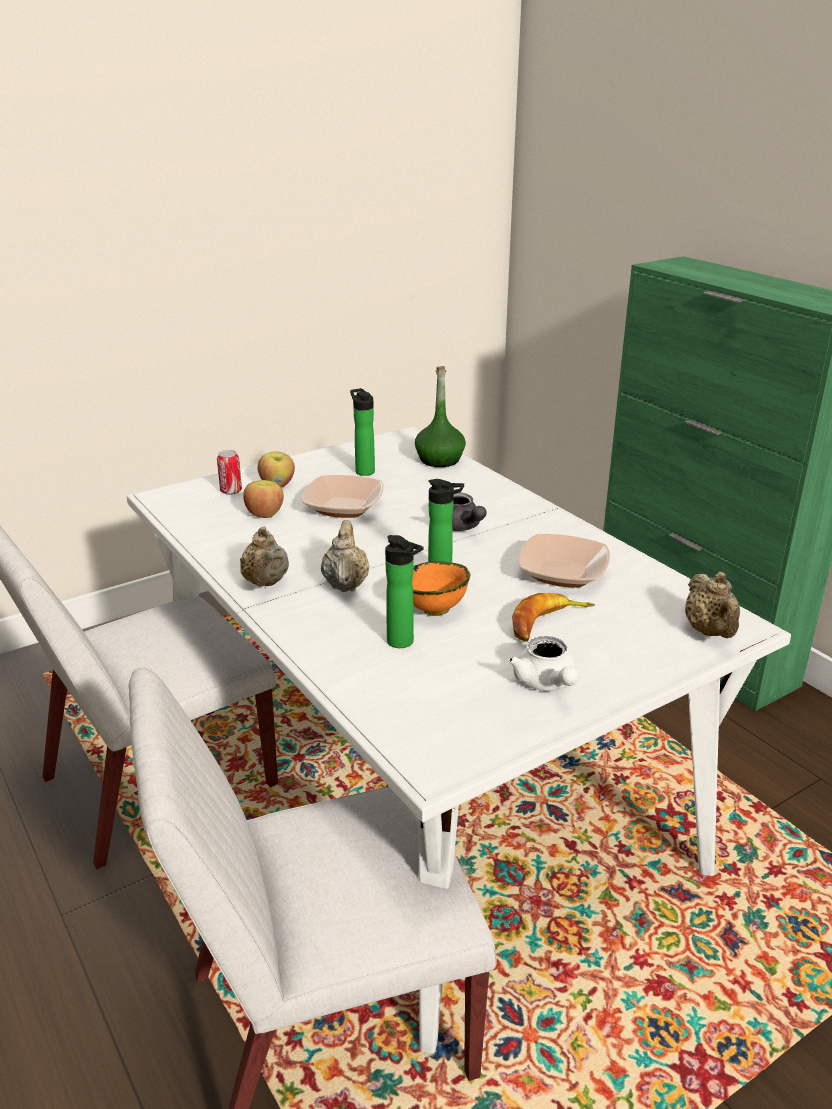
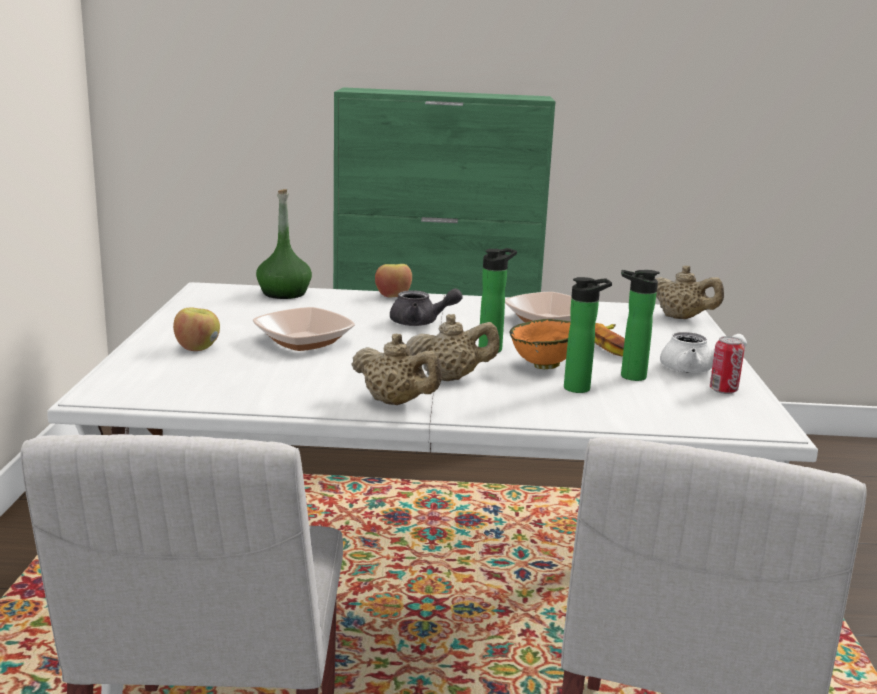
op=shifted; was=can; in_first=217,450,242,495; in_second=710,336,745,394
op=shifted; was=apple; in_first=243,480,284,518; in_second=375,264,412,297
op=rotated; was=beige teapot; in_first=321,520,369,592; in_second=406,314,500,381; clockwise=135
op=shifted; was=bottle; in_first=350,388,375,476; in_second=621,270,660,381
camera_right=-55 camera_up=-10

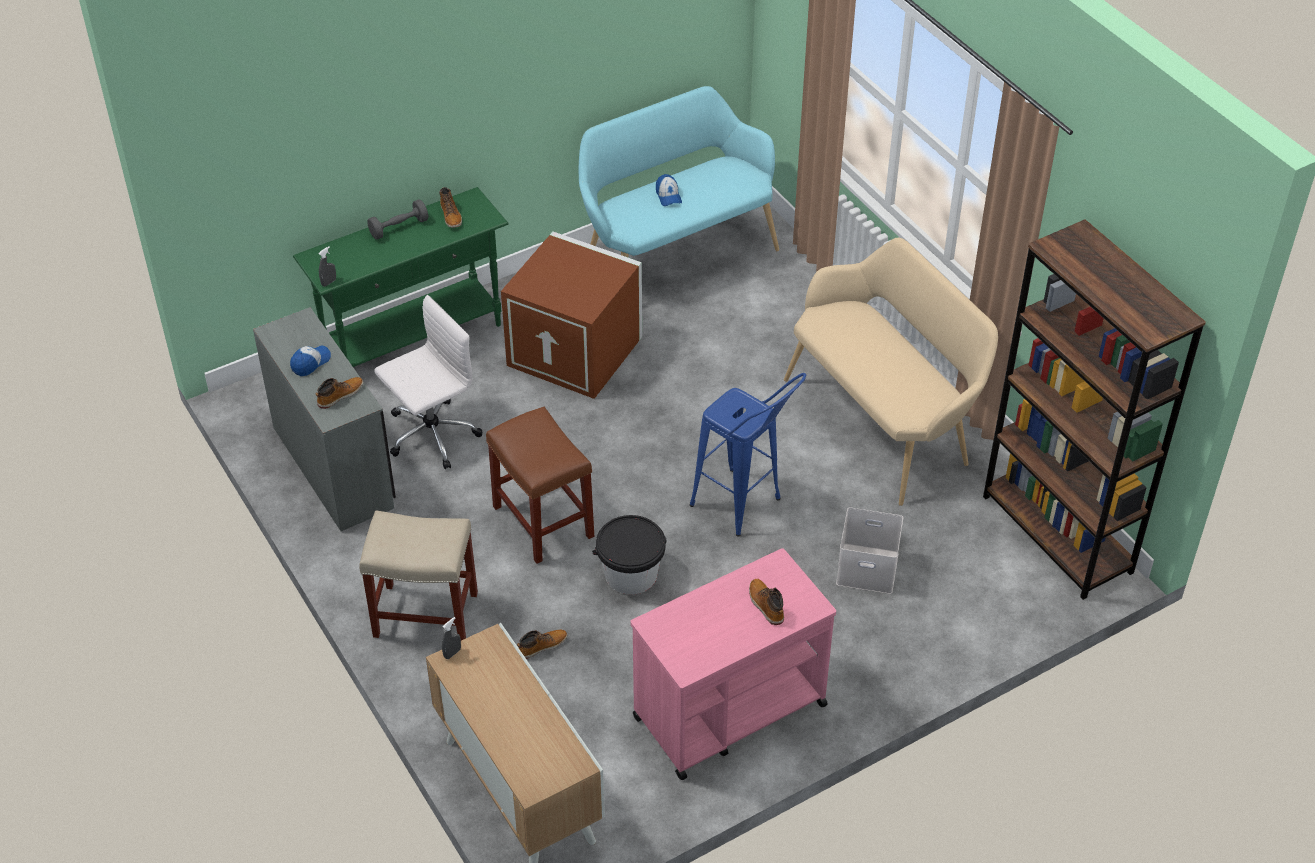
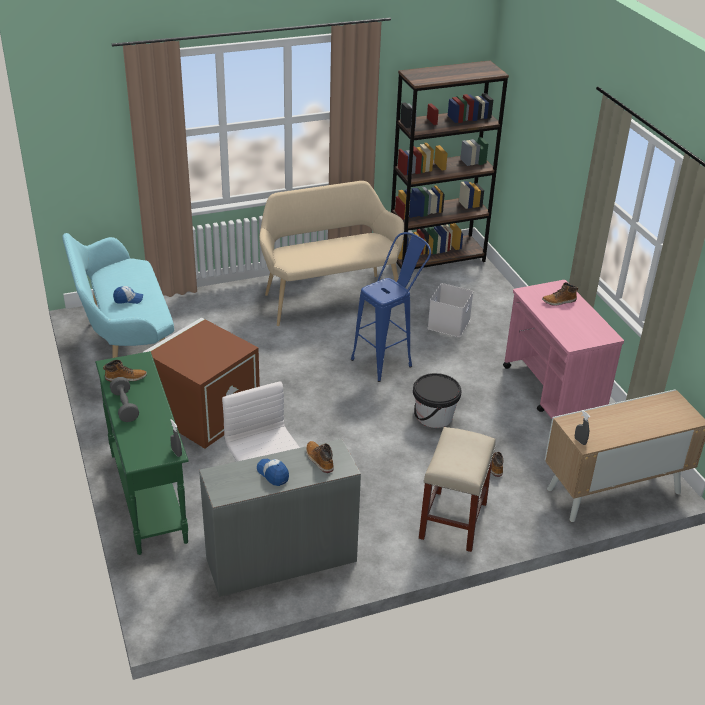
op=gone; was=brown stool; in_first=486,407,594,564
camera_right=-80 camera_up=-10

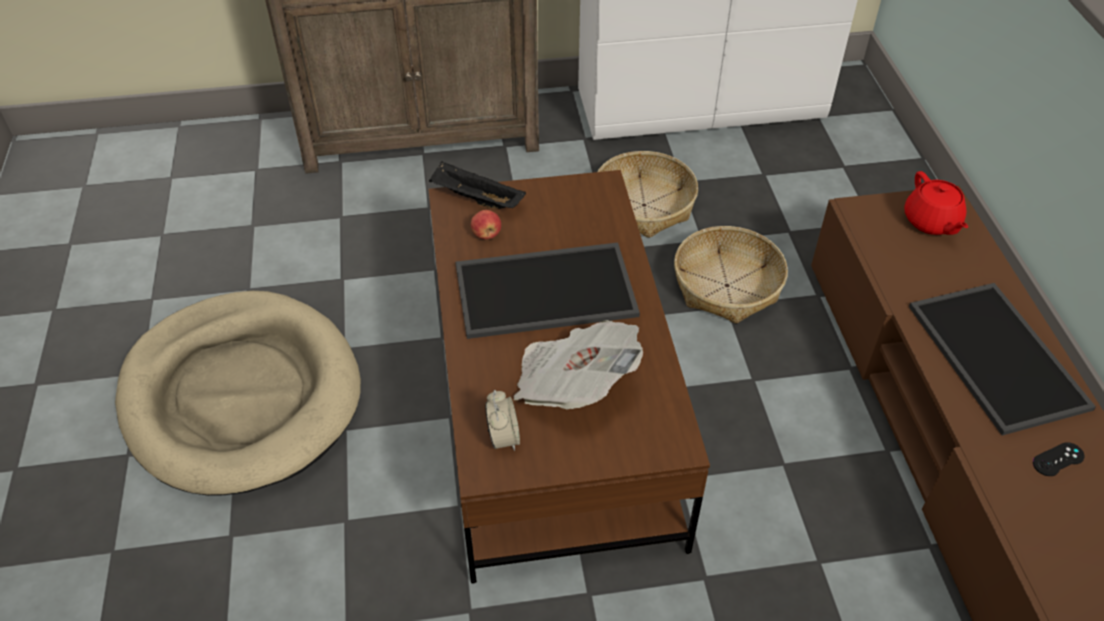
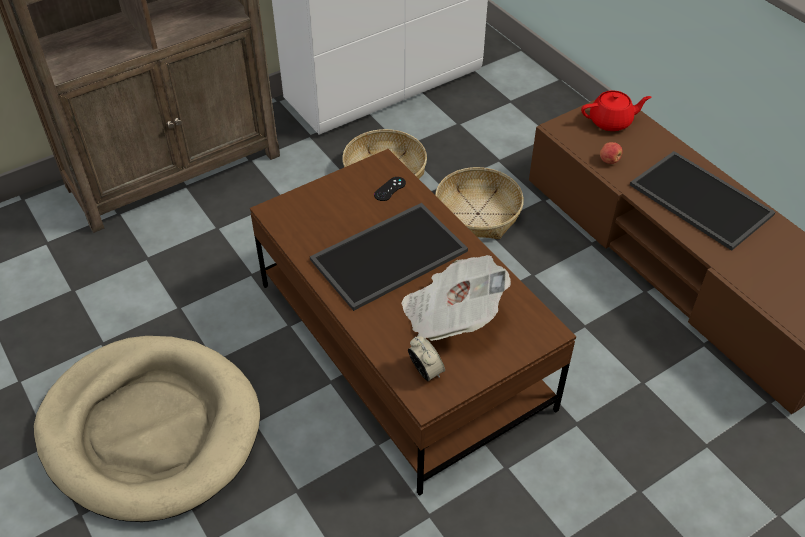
op=gone; was=black tray; in_first=429,161,526,209
op=shifted; was=apple; in_first=471,210,501,239; in_second=600,142,623,164
op=rotated; was=red teapot; in_first=904,171,968,235; in_second=581,91,651,131; clockwise=-60
op=shifted; was=black game controller; in_first=1033,442,1085,476; in_second=374,177,406,201
camera_right=-25 camera_up=0

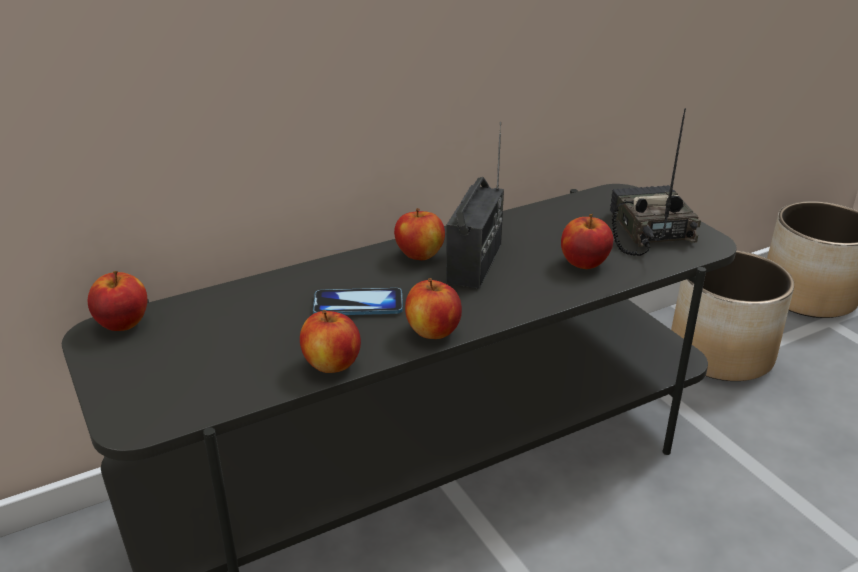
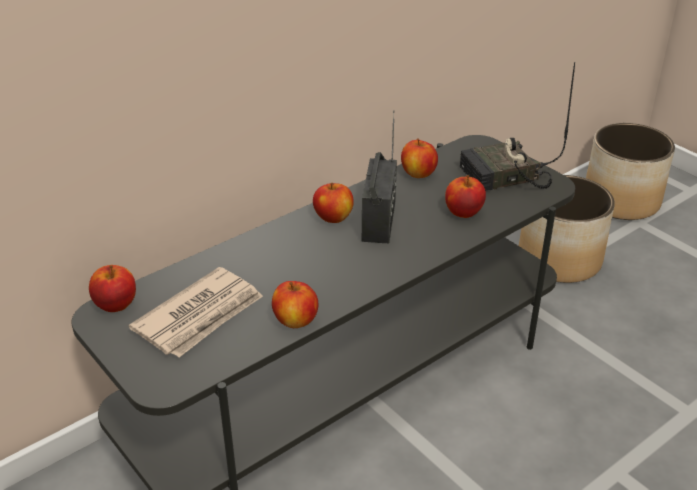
op=gone; was=phone; in_first=313,288,403,315
op=shifted; was=apple; in_first=405,278,462,339; in_second=401,138,438,178
op=rotated; was=radio; in_first=610,108,701,256; in_second=460,62,575,191; clockwise=-90
op=new; now=newspaper; in_second=129,267,263,357
camera_right=-10 camera_up=5

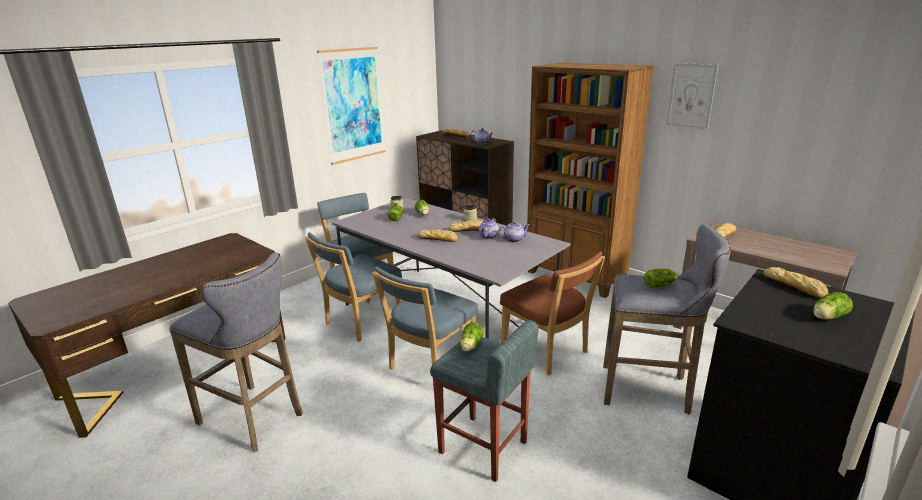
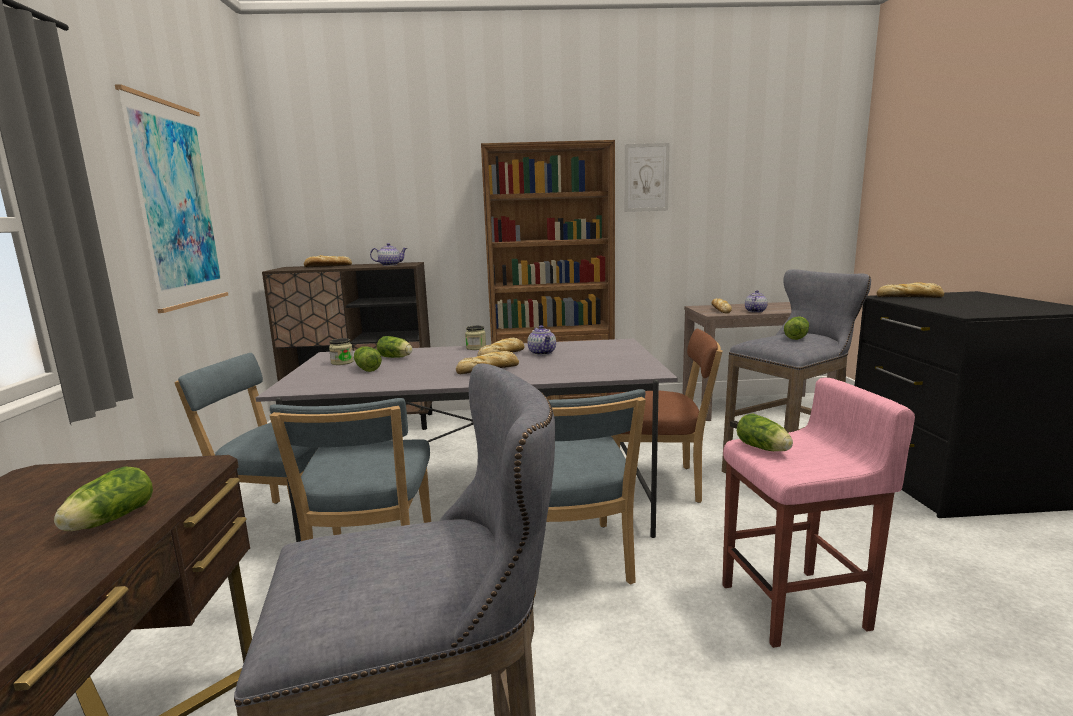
op=repainted; was=grey stool; now=pink stool; in_first=430,320,538,482; in_second=722,378,915,648
op=shifted; was=teapot; in_first=498,221,530,243; in_second=745,290,768,313
op=shifted; was=lettuce; in_first=813,292,853,320; in_second=54,466,153,531
camera_right=-45 camera_up=-10

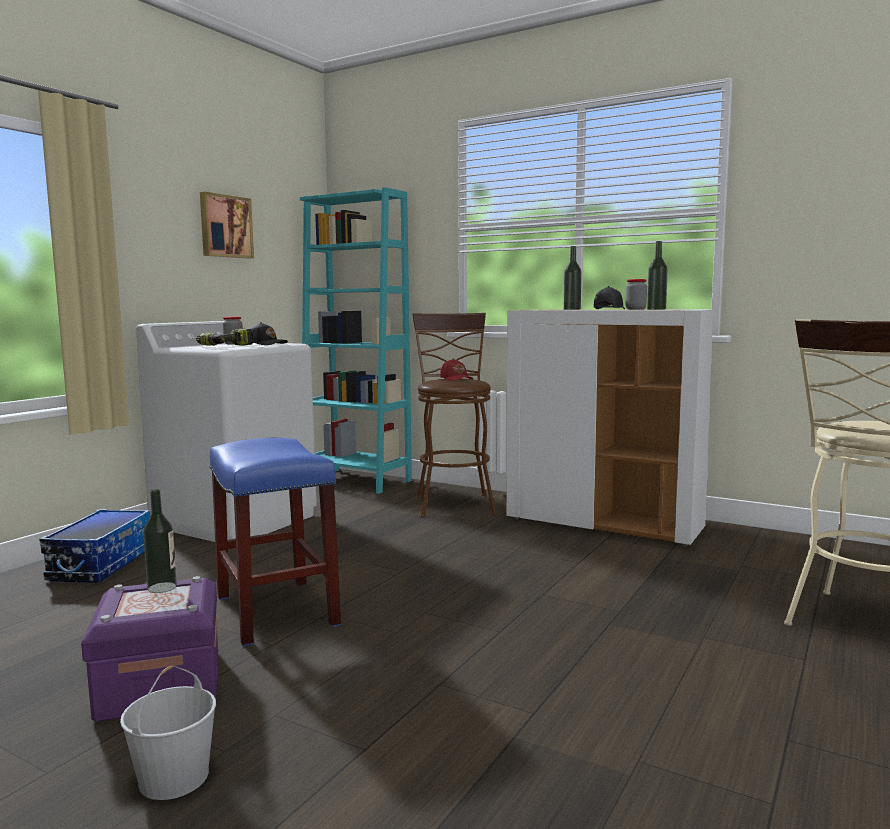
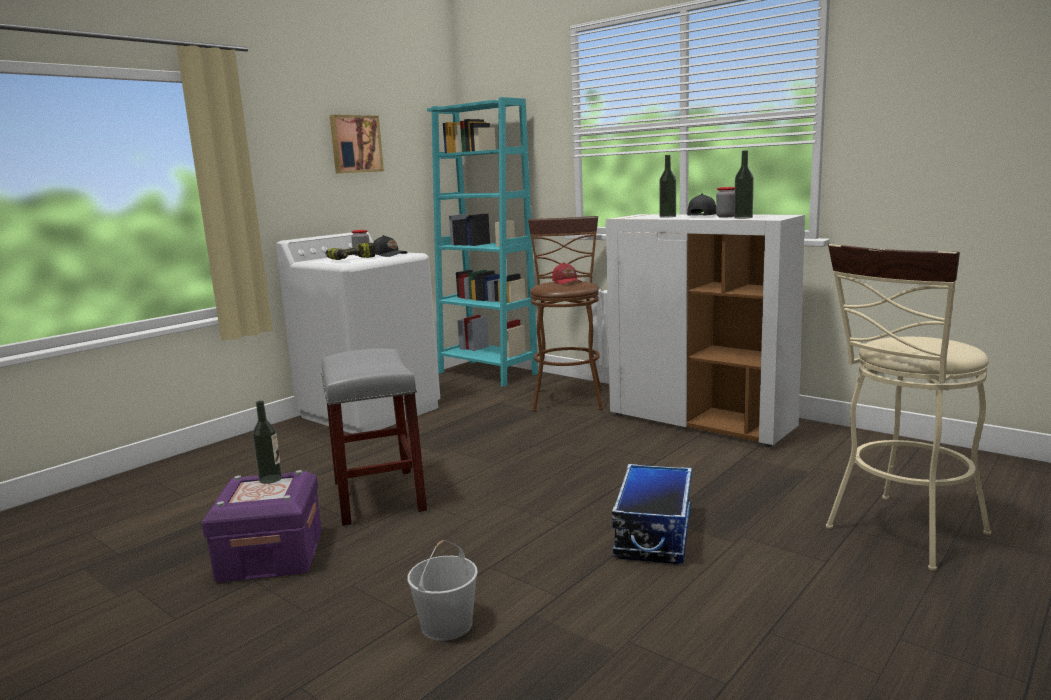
op=shifted; was=storage box; in_first=39,509,150,583; in_second=612,464,692,564
op=shifted; was=white bucket; in_first=120,666,216,800; in_second=407,540,478,641
op=repainted; was=blue stool; now=grey stool; in_first=209,438,341,646; in_second=322,348,427,527
camera_right=10 camera_up=5

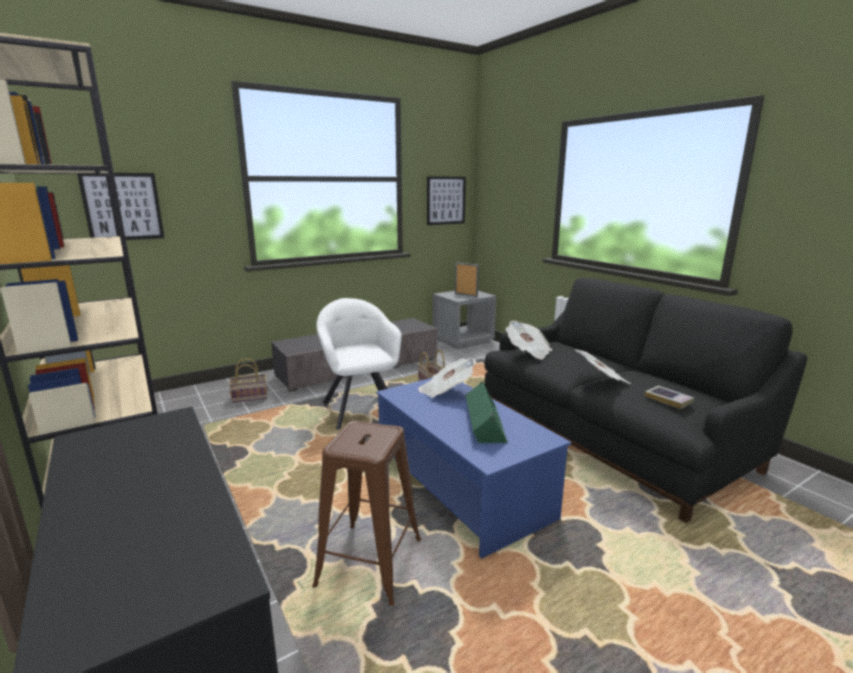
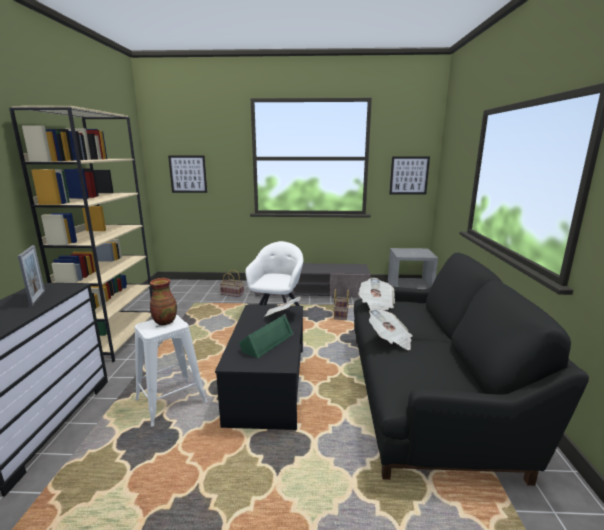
op=repainted; was=brown stool; now=white stool; in_first=312,420,421,606; in_second=135,314,207,427
op=repainted; was=blue coffee table; now=black coffee table; in_first=376,378,571,558; in_second=215,305,303,430
op=shifted; was=picture frame; in_first=455,262,479,297; in_second=18,245,45,307
op=gone; was=book; in_first=645,386,694,409
op=new; now=vase; in_second=150,278,177,325
camera_right=35 camera_up=0

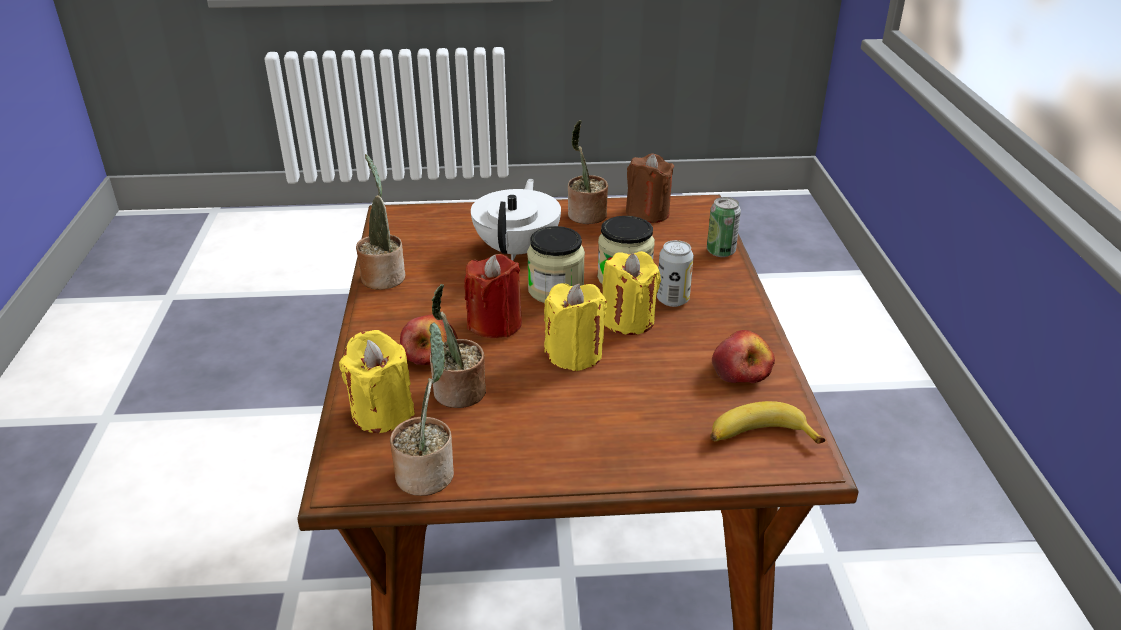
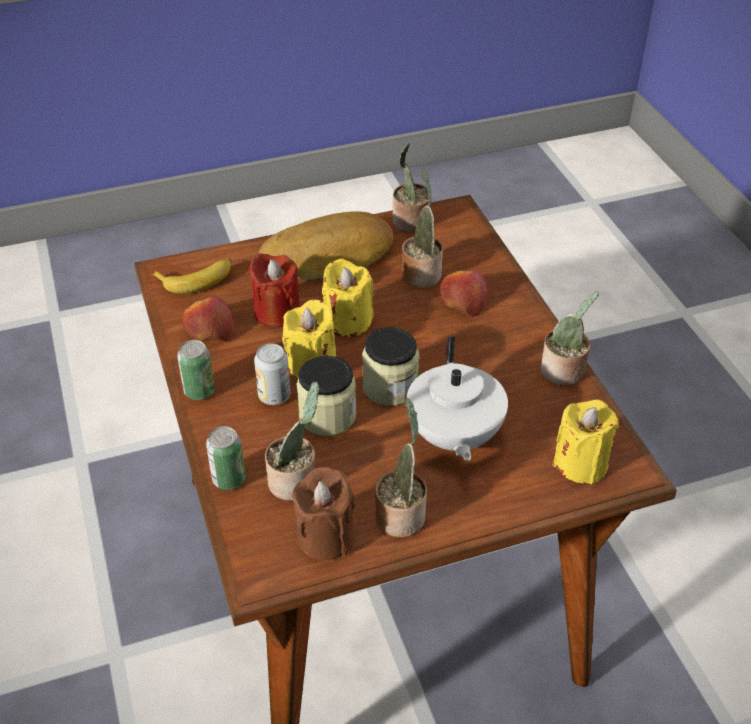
op=shifted; was=yellow candle; in_first=339,330,415,433; in_second=553,399,618,484
op=shifted; was=red candle; in_first=464,254,522,338; in_second=249,253,300,328
op=new; now=can; in_second=177,340,215,400
op=new; now=bread; in_second=258,211,393,280
op=new; now=potted plant; in_second=265,382,319,501
camera_right=165 camera_up=10

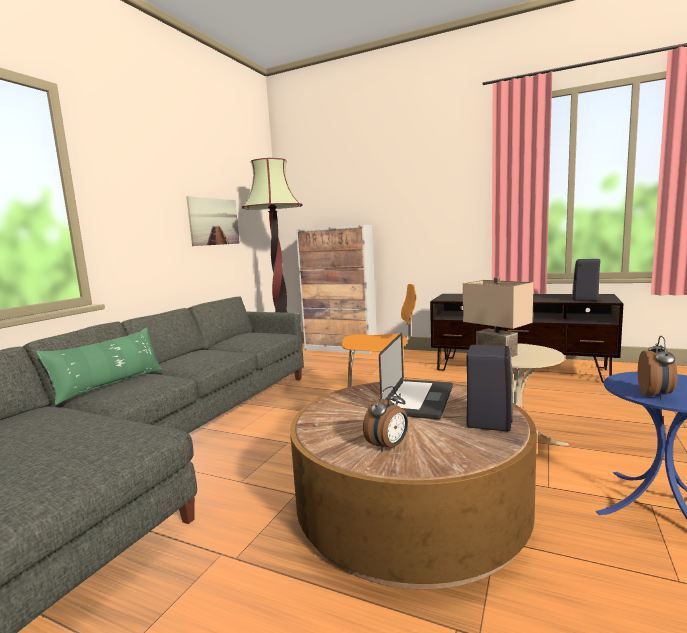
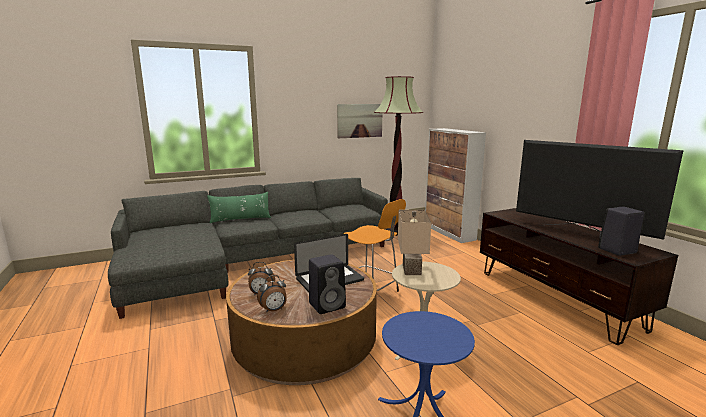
op=shifted; was=alarm clock; in_first=638,336,677,400; in_second=257,275,287,313
op=new; now=television; in_second=516,140,684,240
camera_right=40 camera_up=5

